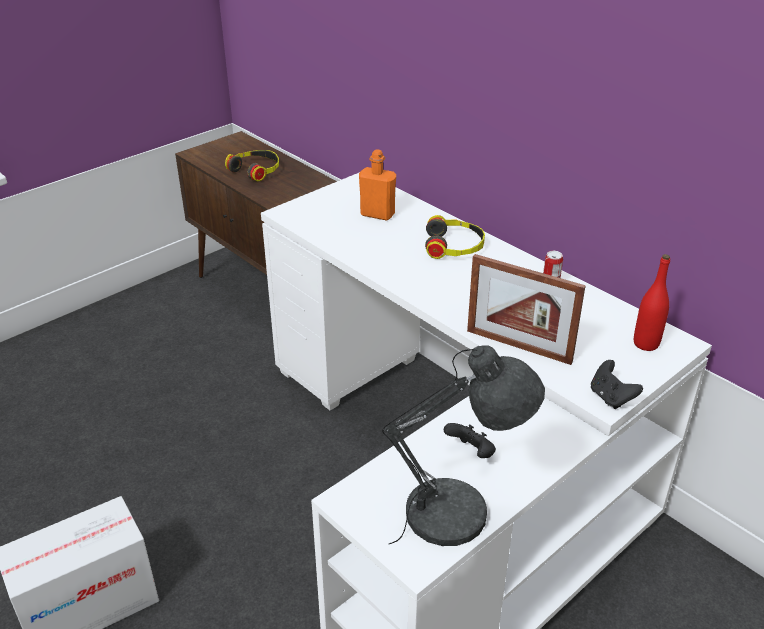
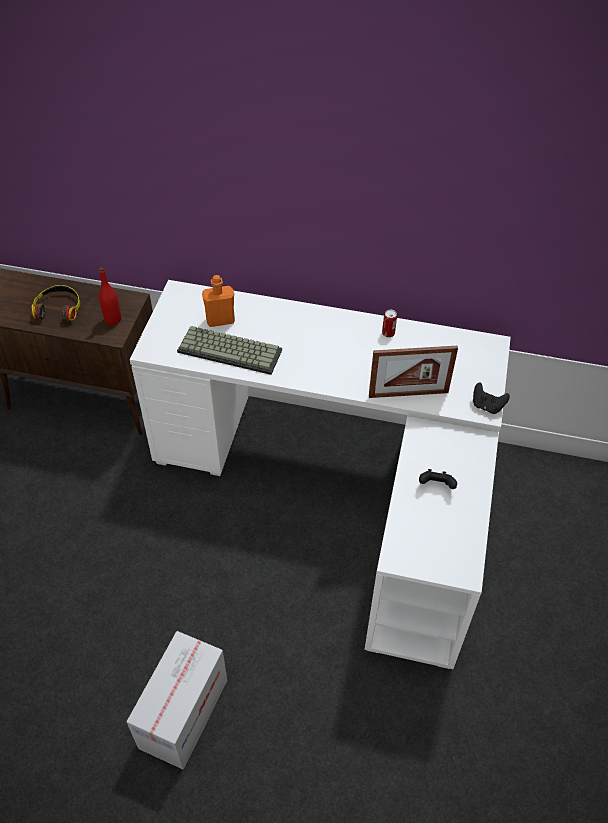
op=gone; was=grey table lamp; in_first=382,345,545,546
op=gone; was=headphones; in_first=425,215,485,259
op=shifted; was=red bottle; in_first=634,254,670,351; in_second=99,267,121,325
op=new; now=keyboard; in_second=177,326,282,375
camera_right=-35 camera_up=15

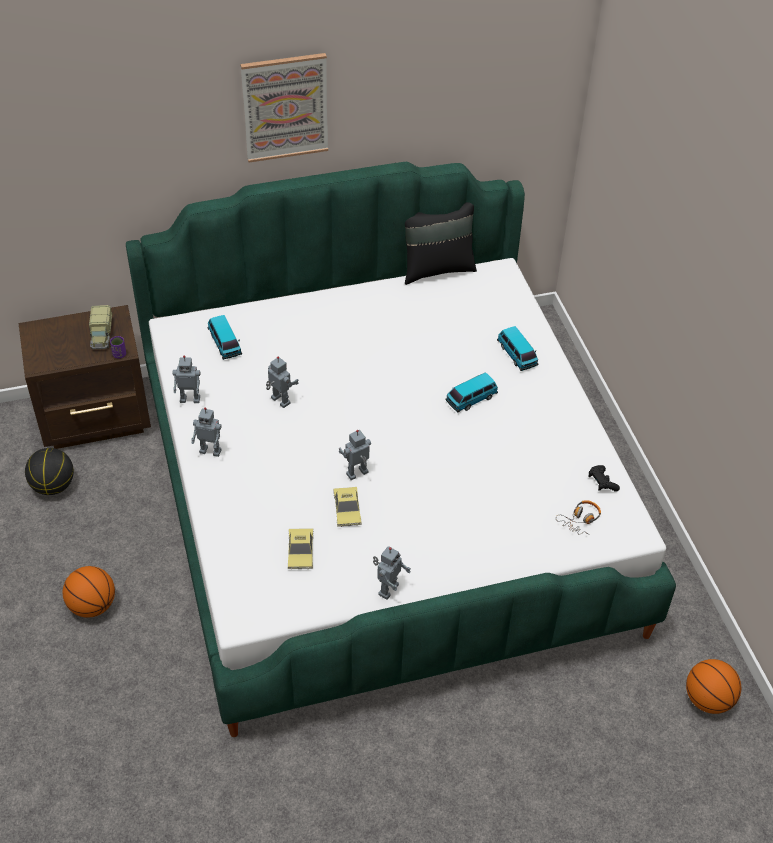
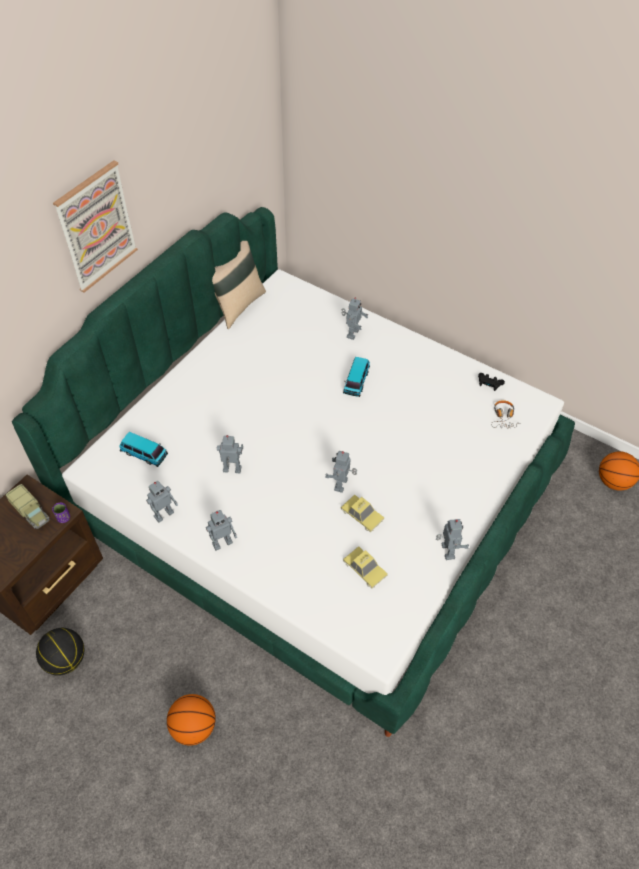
op=repainted; was=black pillow; now=beige pillow; in_first=405,202,477,285; in_second=212,241,266,329
op=swapped; was=toy car; now=toy robot; in_first=497,326,538,371; in_second=342,297,368,340
camera_right=-40 camera_up=5

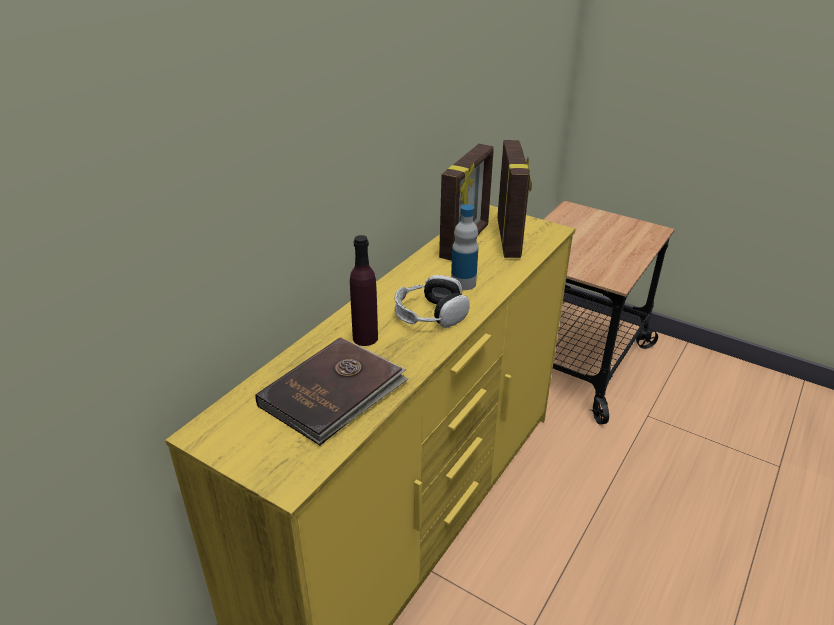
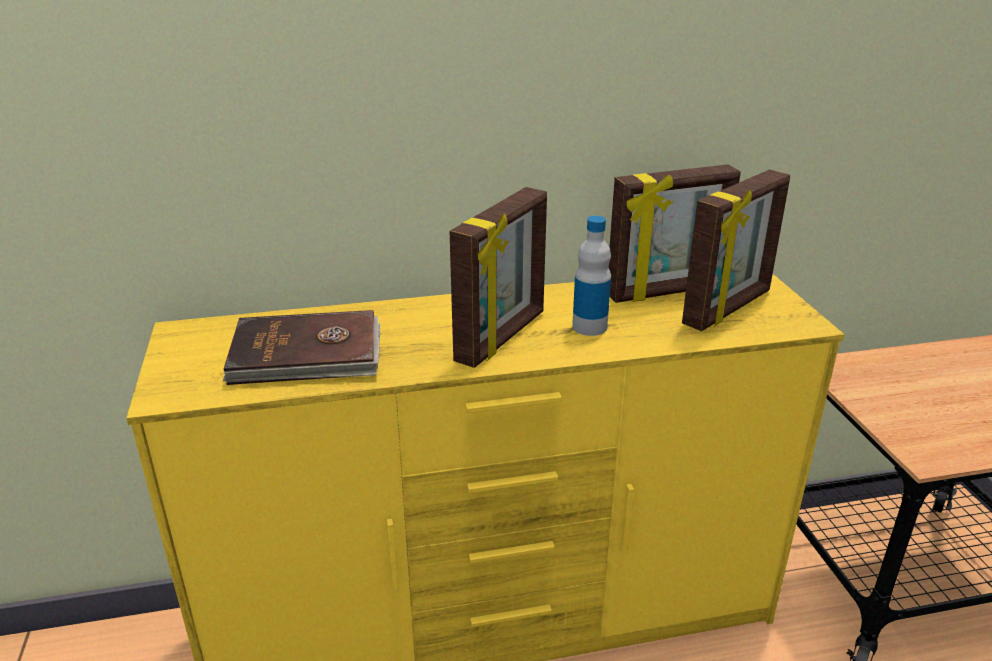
op=gone; was=purple bottle; in_first=350,235,378,346
op=swapped; was=headphones; now=picture frame; in_first=395,275,470,328; in_second=450,187,547,368
camera_right=45 camera_up=-5

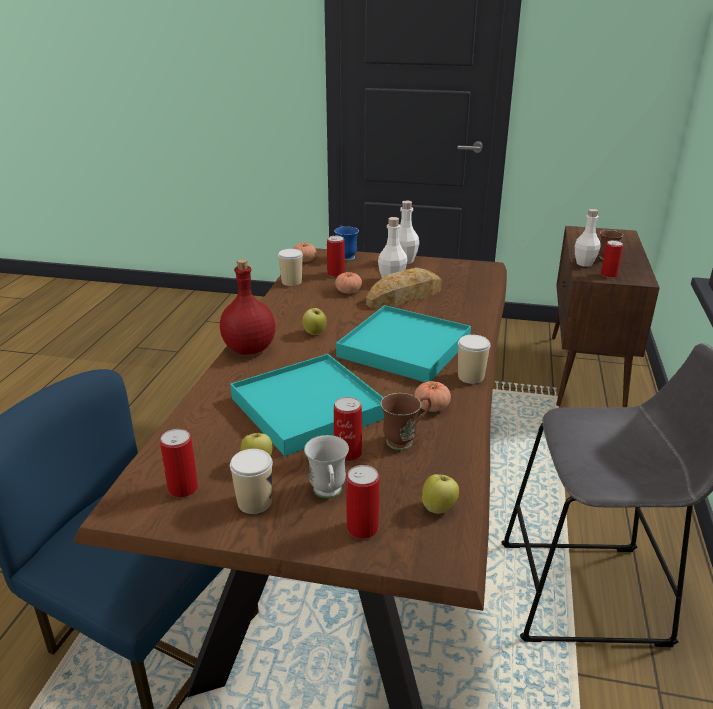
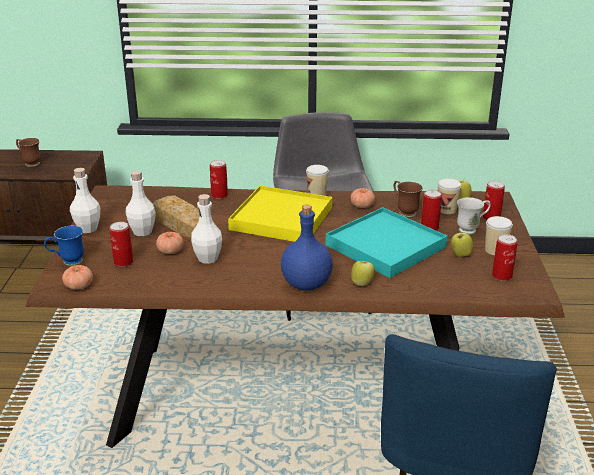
op=repainted; was=red bottle; now=blue bottle; in_first=220,259,275,355; in_second=281,205,333,291
op=shifted; was=cup; in_first=278,249,303,286; in_second=438,179,461,214
op=shifted; was=apple; in_first=302,308,327,335; in_second=351,261,375,286
op=repainted; was=turquoise tray; now=yellow tray; in_first=336,305,471,382; in_second=228,186,332,242
op=shifted; was=white bottle; in_first=575,209,600,267; in_second=191,194,222,264
op=shifted; was=can; in_first=601,240,623,278; in_second=210,160,228,199
camera_right=-100 camera_up=0

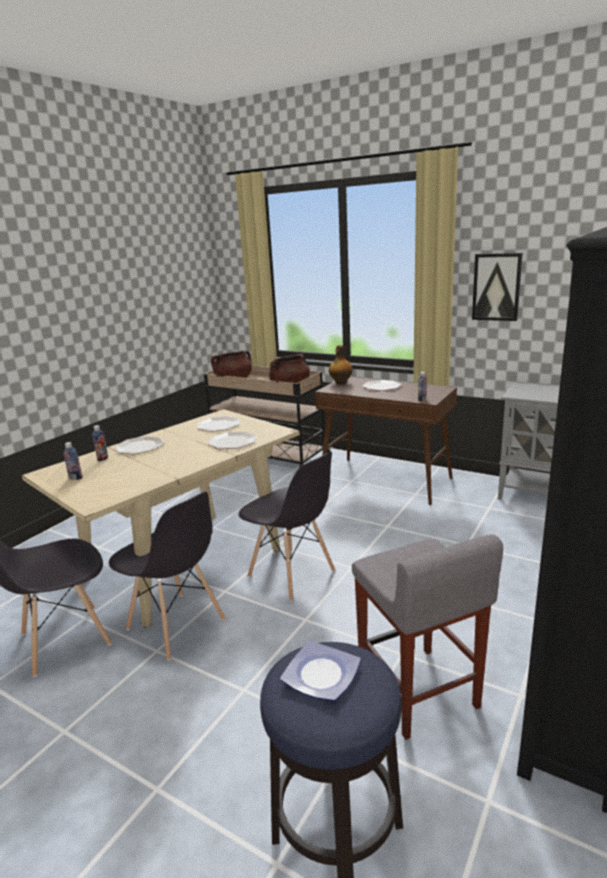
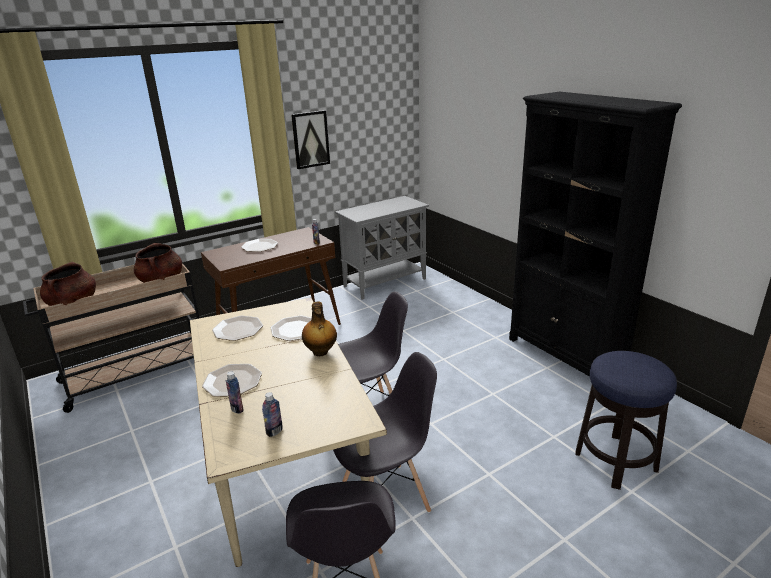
op=gone; was=plate; in_first=280,641,361,701
op=shifted; was=bottle; in_first=329,345,353,384; in_second=302,301,337,356
op=gone; was=grey stool; in_first=352,535,503,740
camera_right=-65 camera_up=5

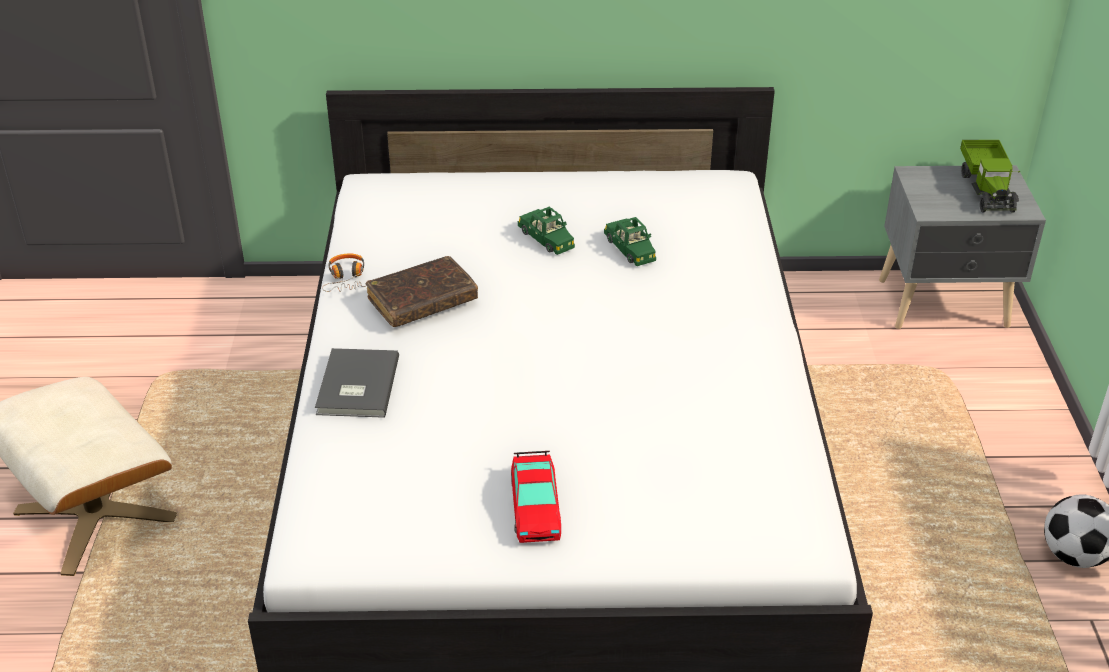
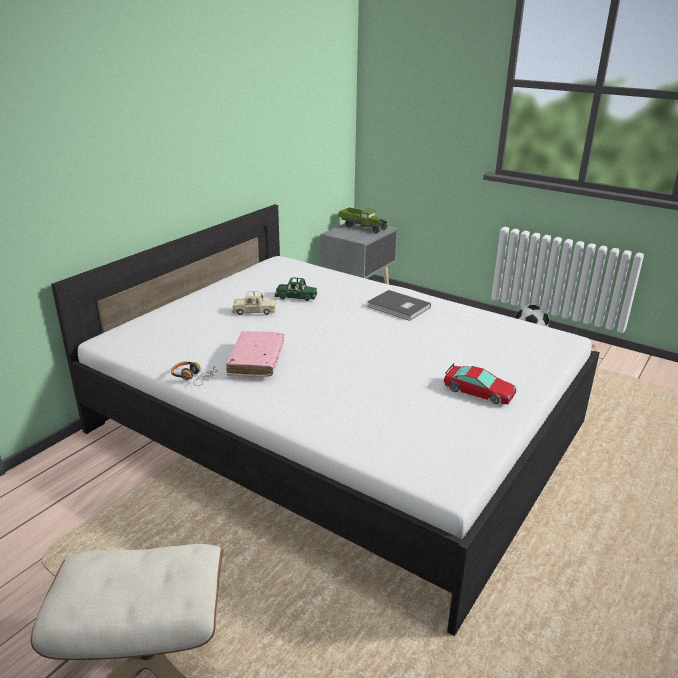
op=shifted; was=grey book; in_first=315,348,399,418; in_second=367,290,431,321
op=repainted; was=brown book; now=pink book; in_first=365,256,478,327; in_second=226,331,284,377
op=repainted; was=green toy car; now=beige toy car; in_first=518,207,575,255; in_second=232,291,276,315
camera_right=-55 camera_up=-10

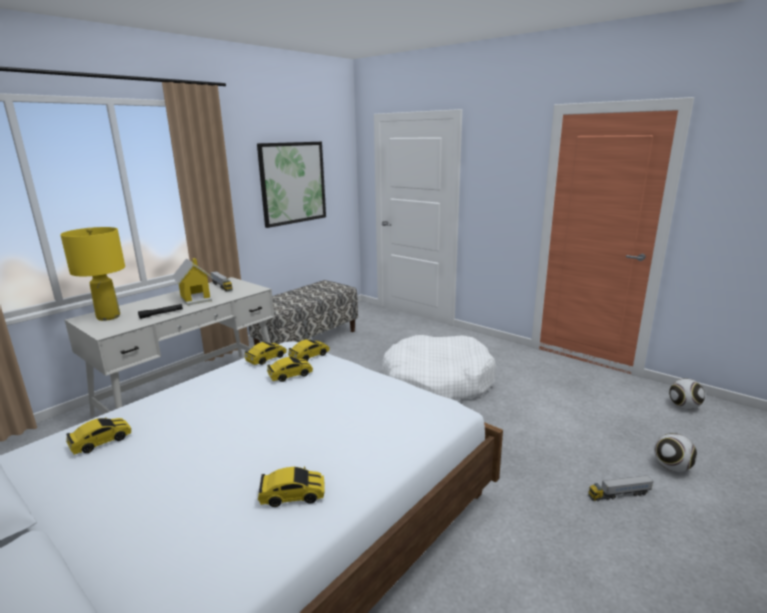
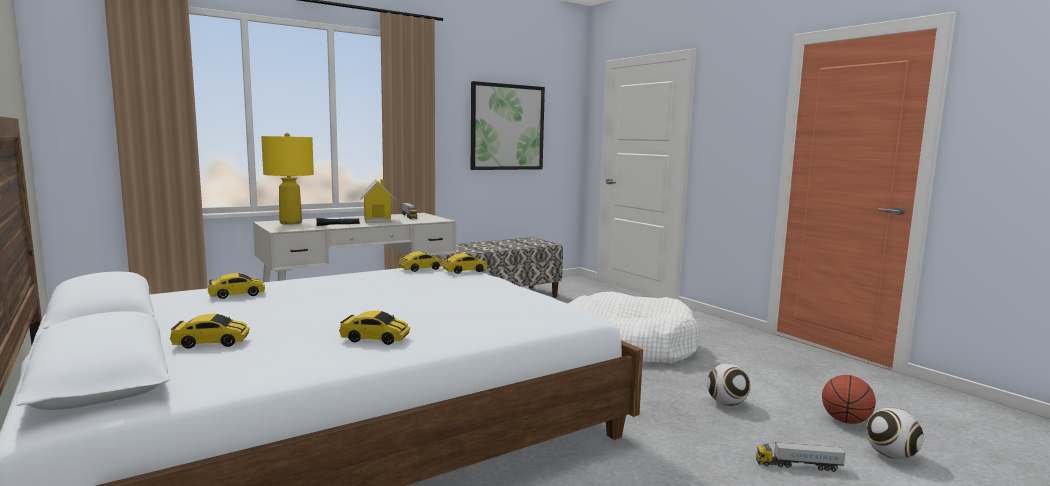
op=shifted; was=toy car; in_first=267,357,313,382; in_second=170,314,250,349
op=shifted; was=football; in_first=669,378,705,409; in_second=707,363,751,406
op=new; now=basketball; in_second=822,375,876,424
camera_right=15 camera_up=-10

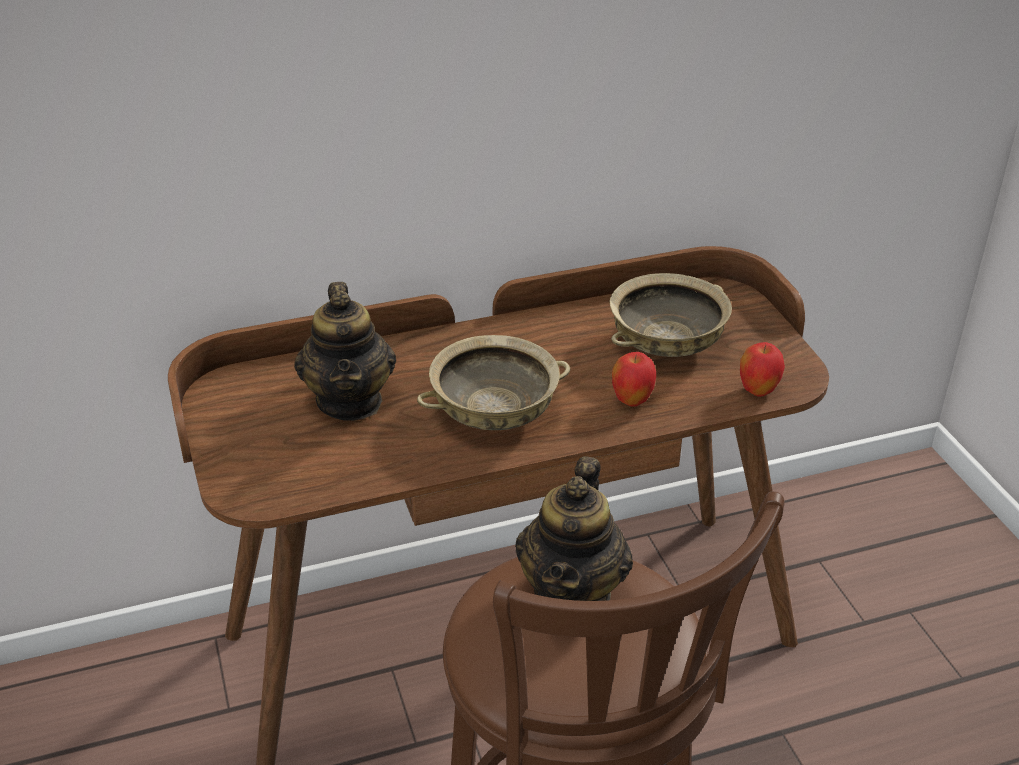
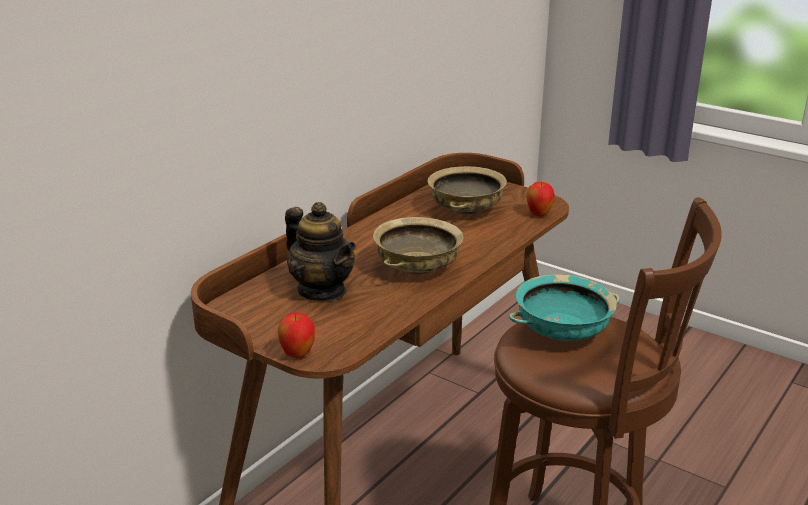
op=swapped; was=teapot; now=turquoise bowl; in_first=515,456,633,601; in_second=509,275,620,341
op=shifted; was=apple; in_first=612,352,656,407; in_second=278,312,315,359
camera_right=-35 camera_up=-10

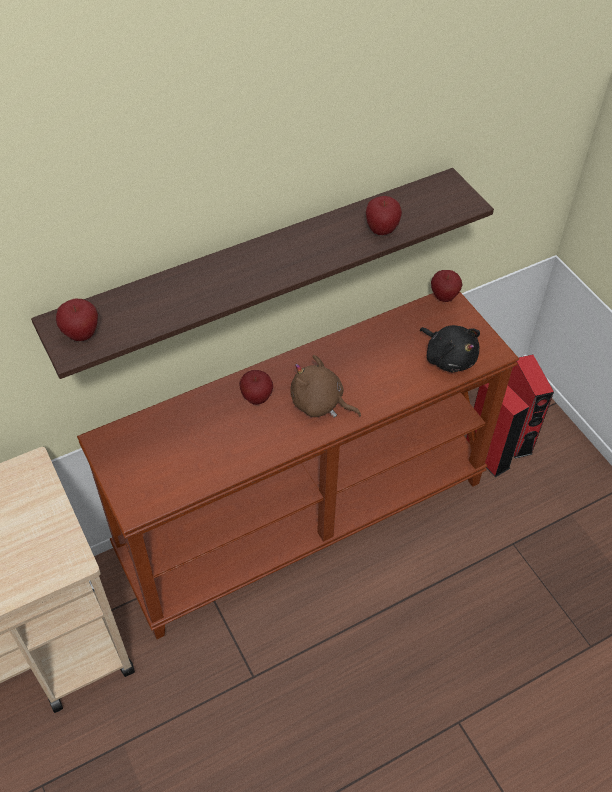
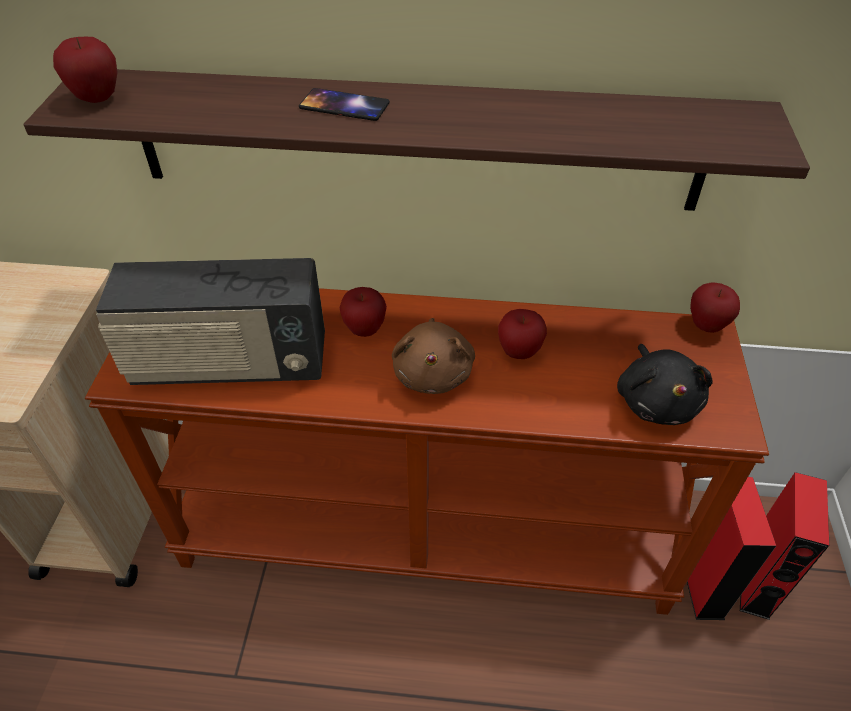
op=rotated; was=brown plush toy; in_first=290,355,361,418; in_second=392,318,475,394; clockwise=-150
op=shifted; was=apple; in_first=366,196,402,235; in_second=498,309,547,359
op=new; now=radio; in_second=96,258,325,385
op=new; now=phone; in_second=299,88,390,121
camera_right=35 camera_up=-5

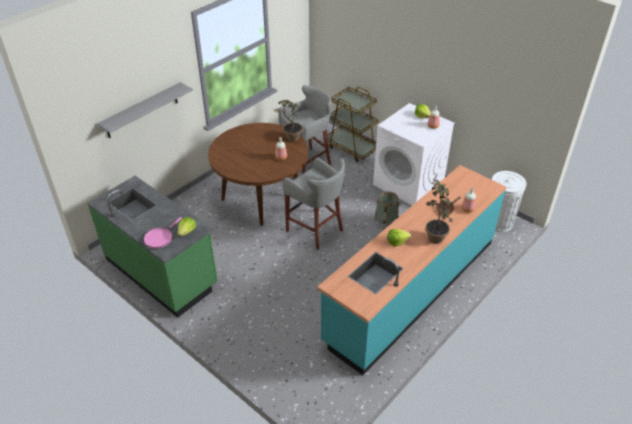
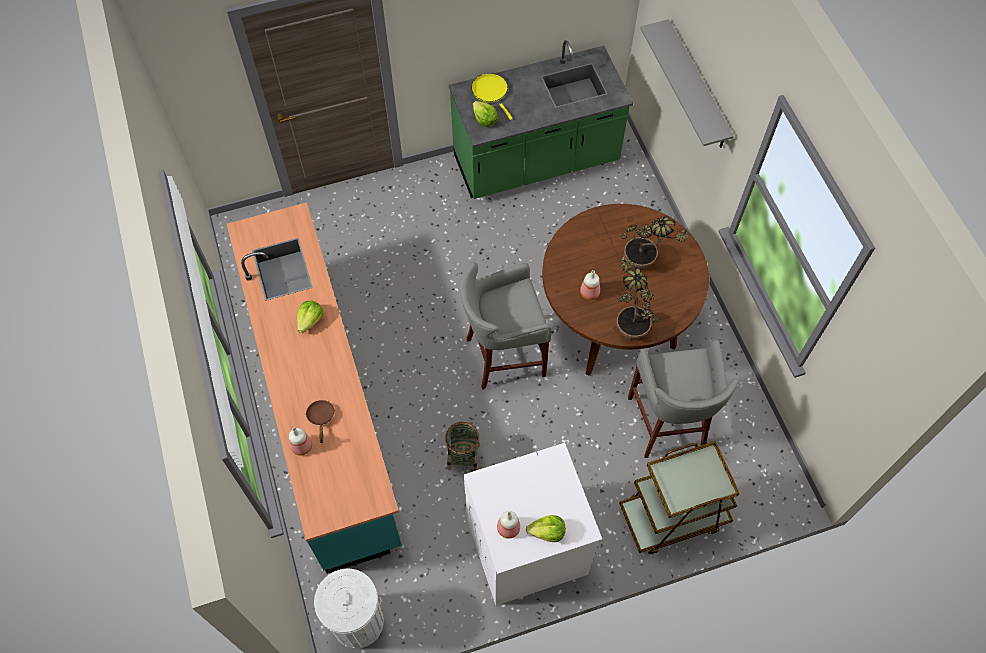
op=repainted; was=pink frying pan; now=yellow frying pan; in_first=144,217,182,248; in_second=471,73,513,120
op=shifted; was=potted plant; in_first=425,175,453,244; in_second=621,215,693,271
camera_right=120 camera_up=20

